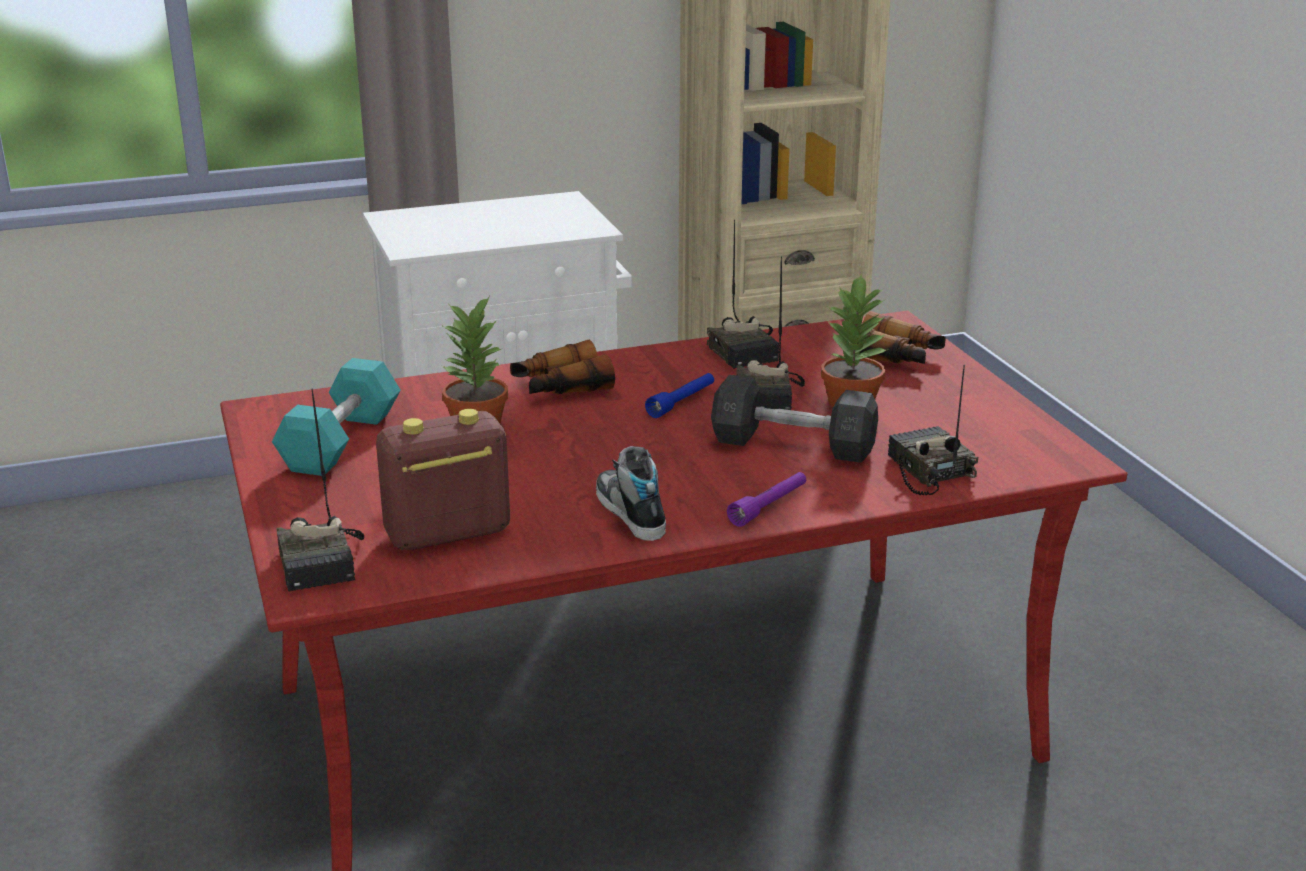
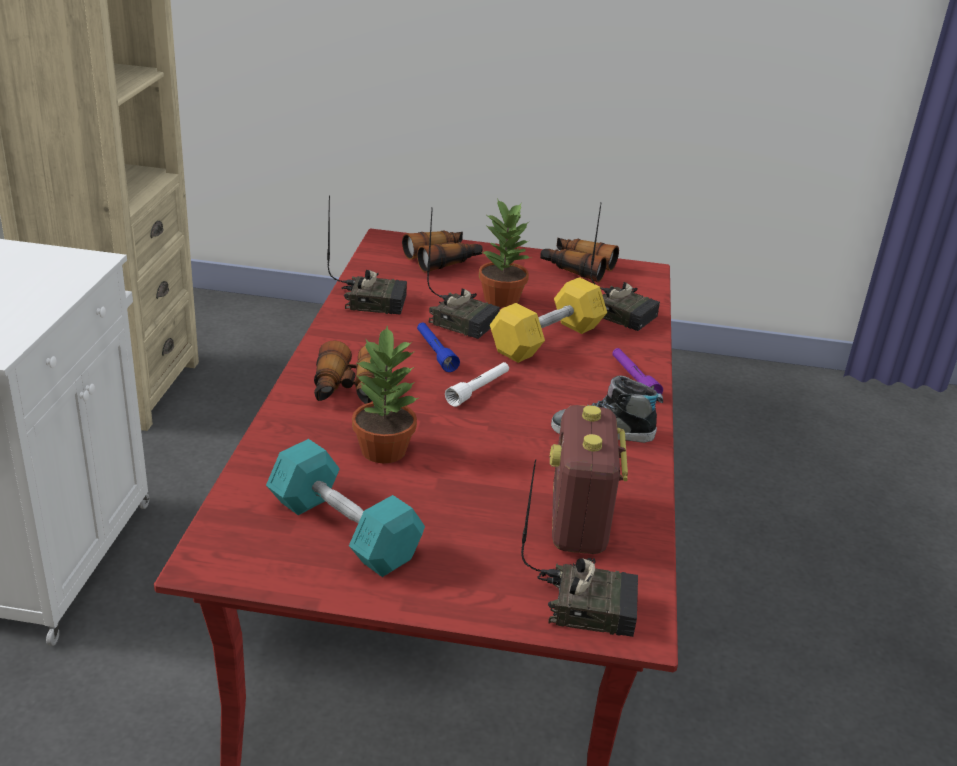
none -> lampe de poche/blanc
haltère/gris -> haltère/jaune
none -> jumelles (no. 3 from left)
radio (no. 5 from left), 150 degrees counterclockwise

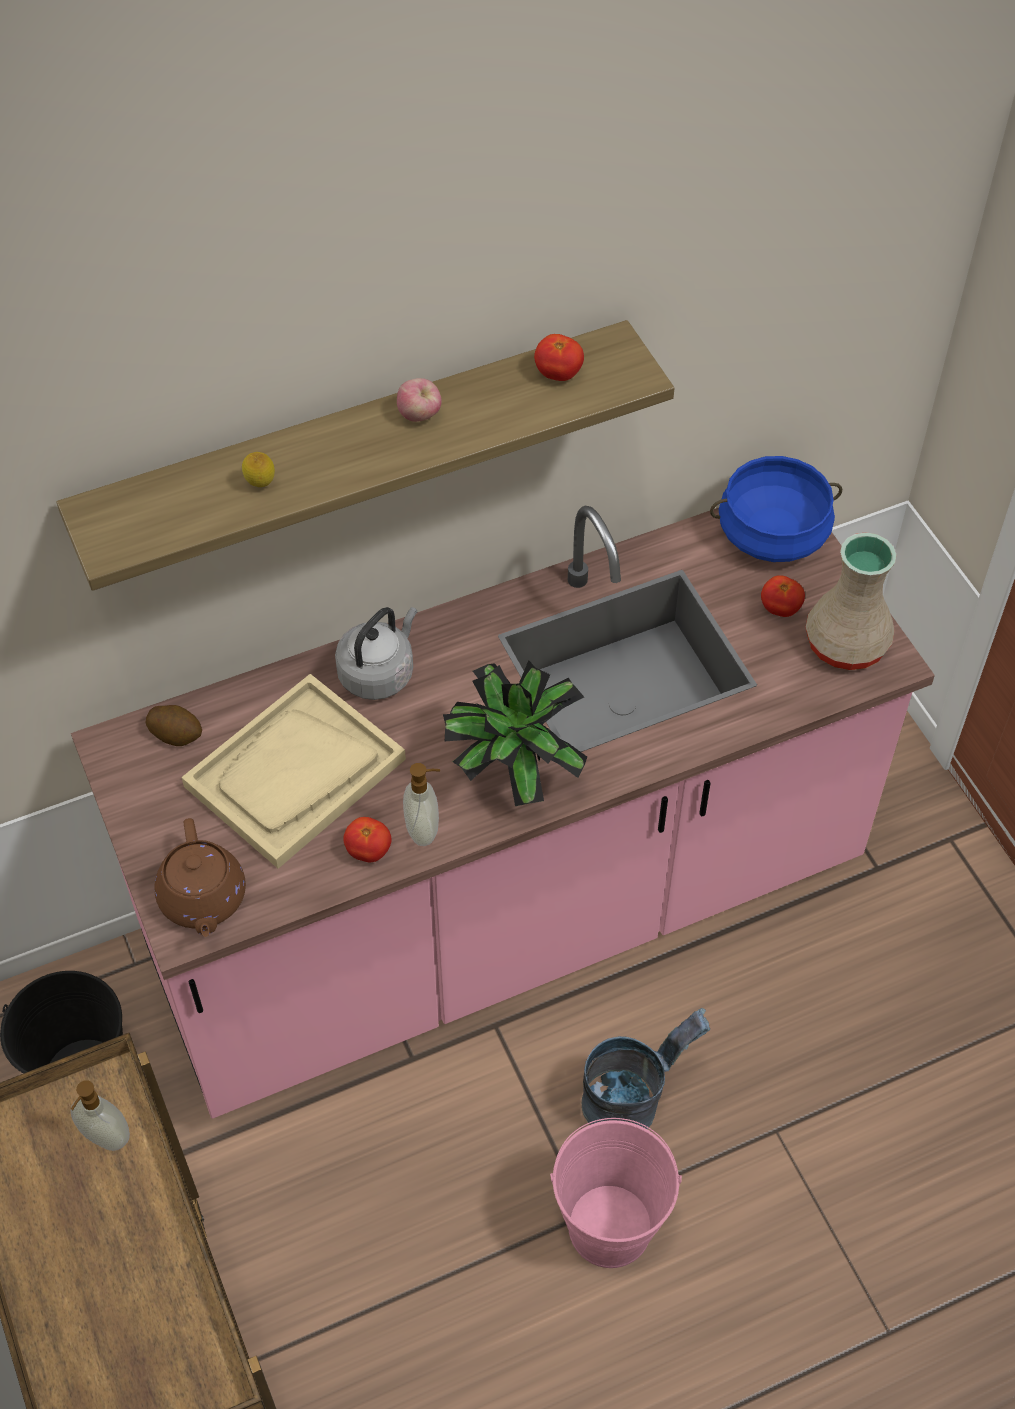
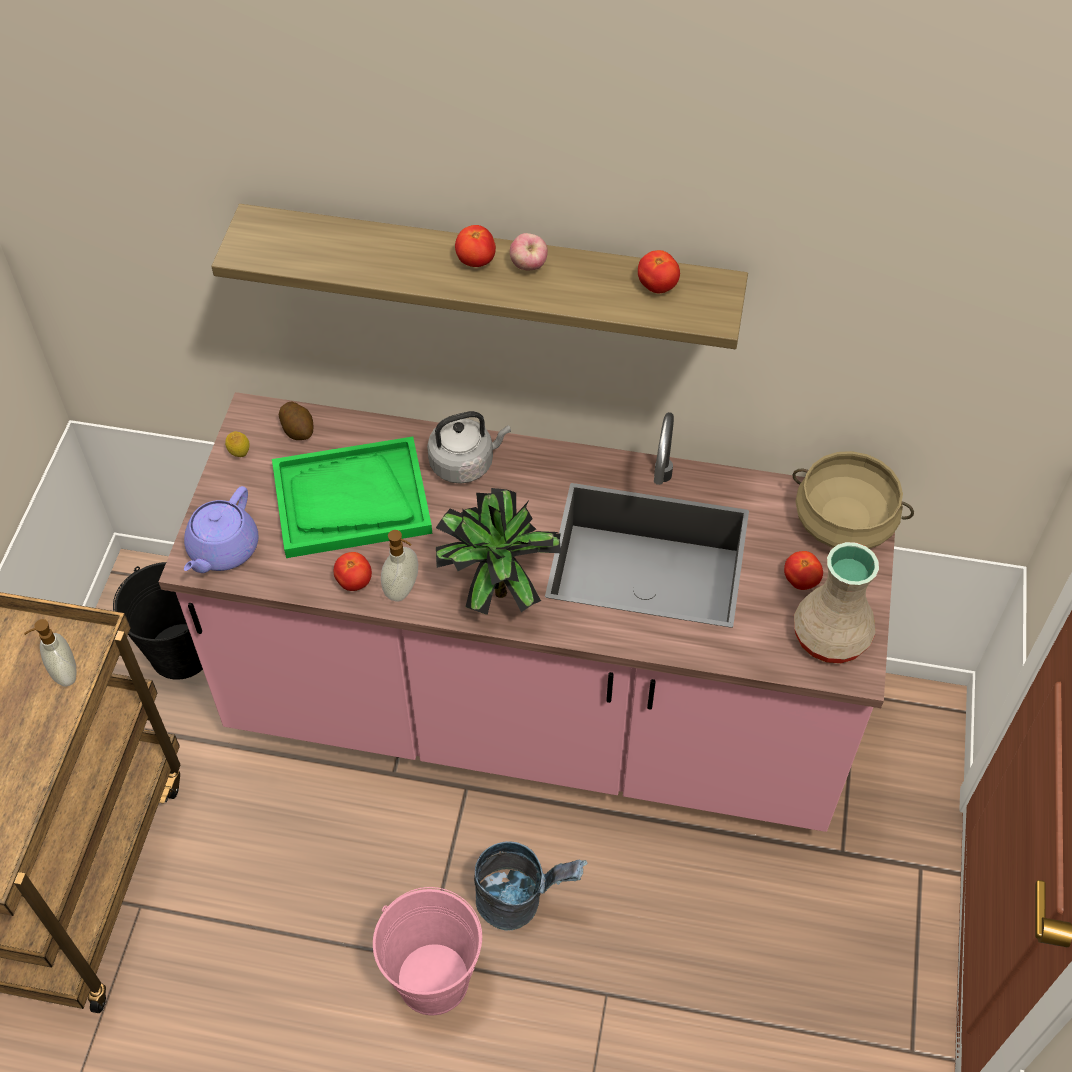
théière/marron -> théière/violet
citron, relocated
plateau/beige -> plateau/vert
none -> tomate (no. 2 from left)
marmite/bleu -> marmite/beige

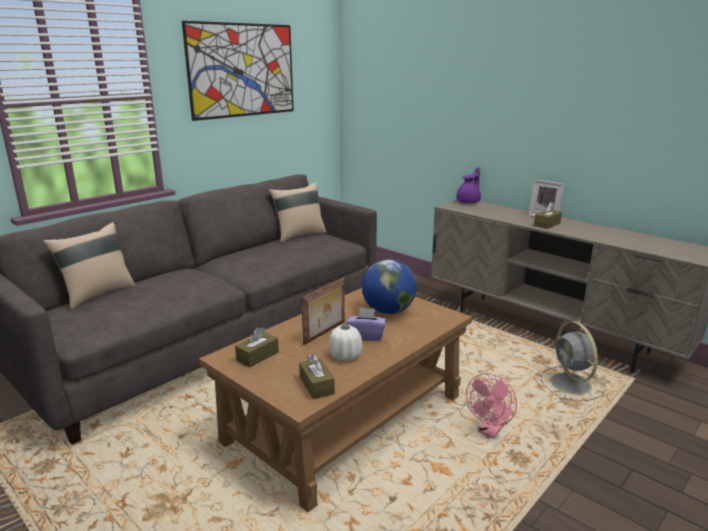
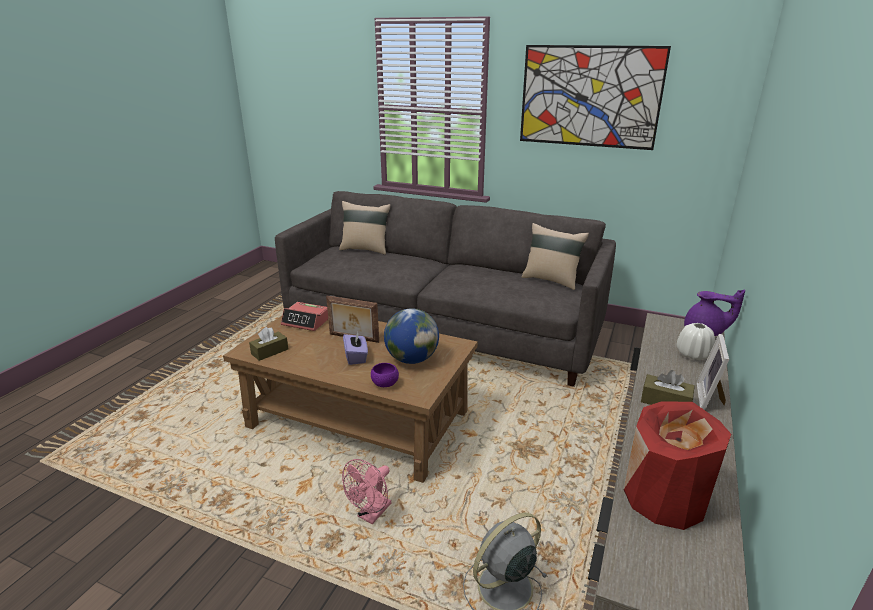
boîte à mouchoirs/marron (no. 1 from left) -> réveil
ventilateur/rose, 75 degrees counterclockwise
none -> bol/violet
none -> vase/rouge
vase/blanc, relocated

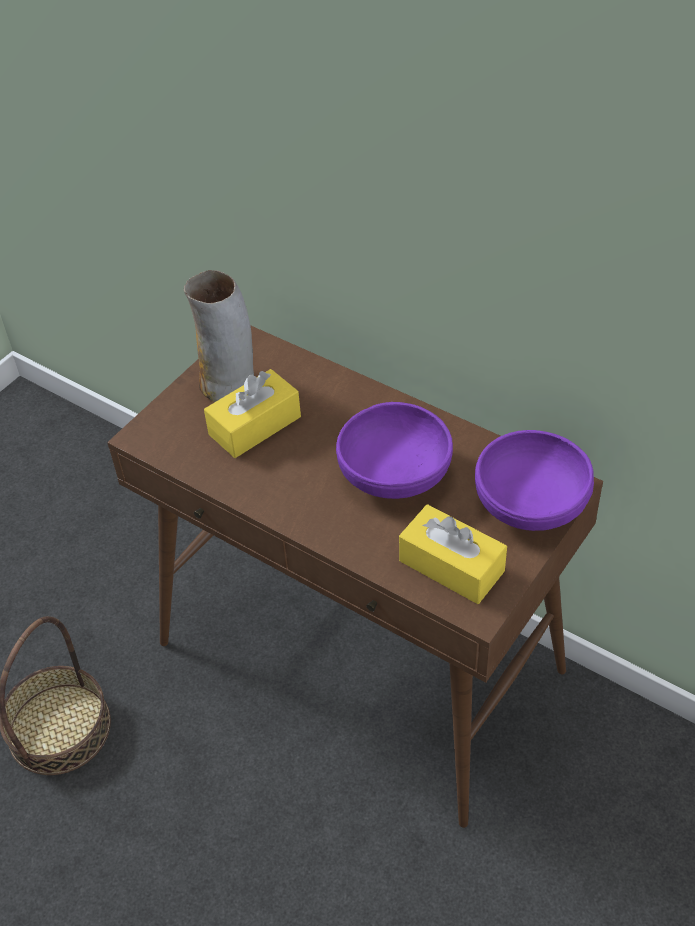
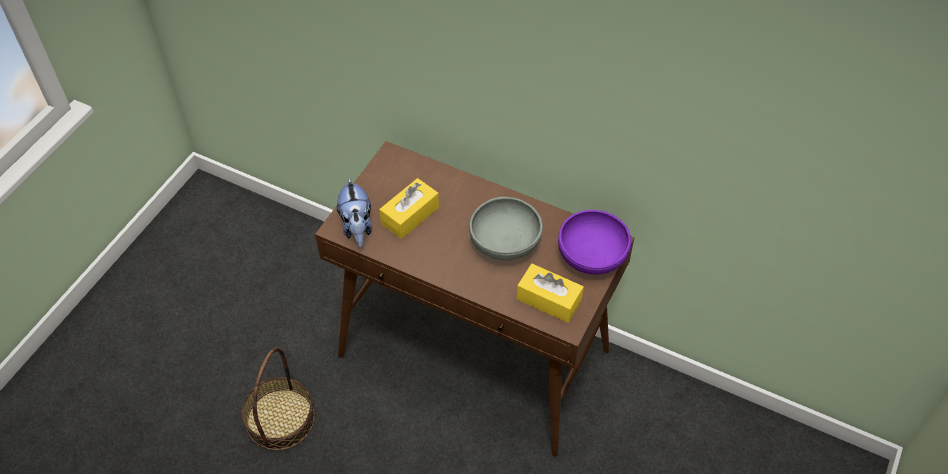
none -> peluche
bol/violet (no. 1 from left) -> bol/gris
vase -> none

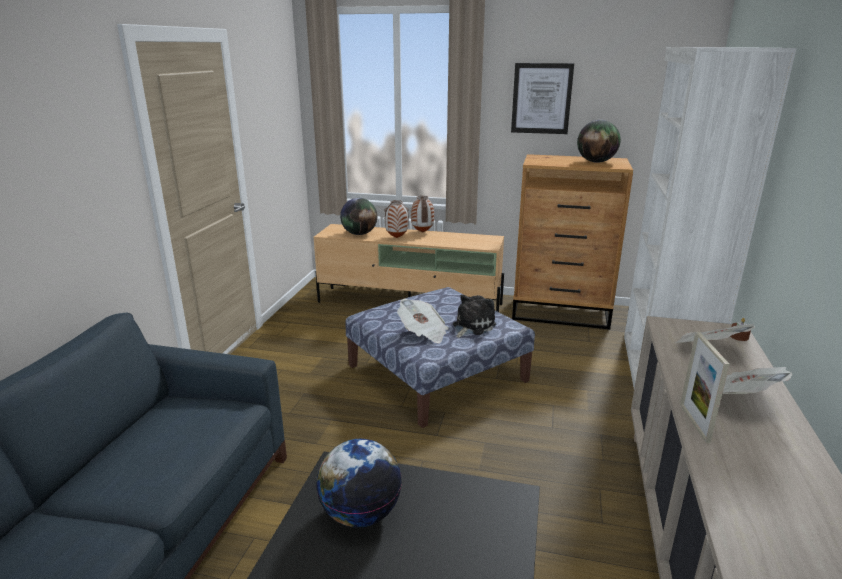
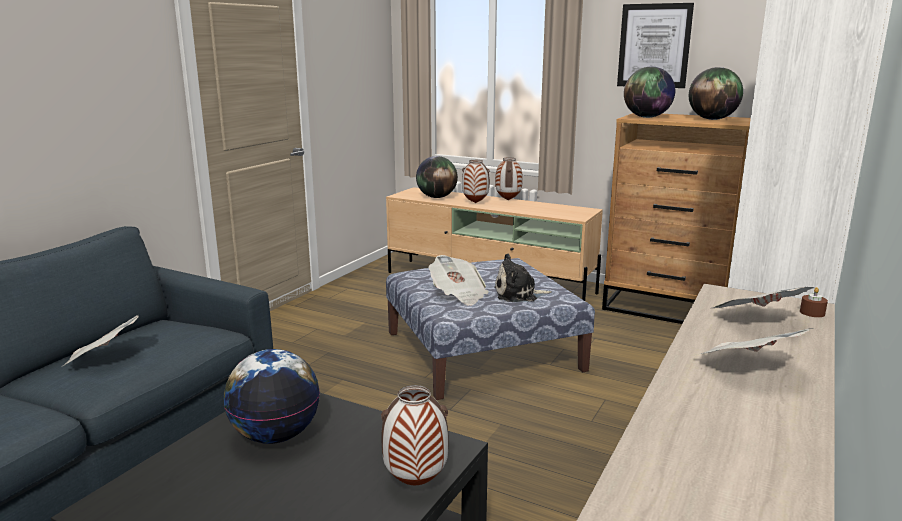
none -> journal (no. 1 from left)
none -> vase (no. 1 from left)
peluche, 150 degrees counterclockwise
none -> globe (no. 3 from left)
cadre photo -> none

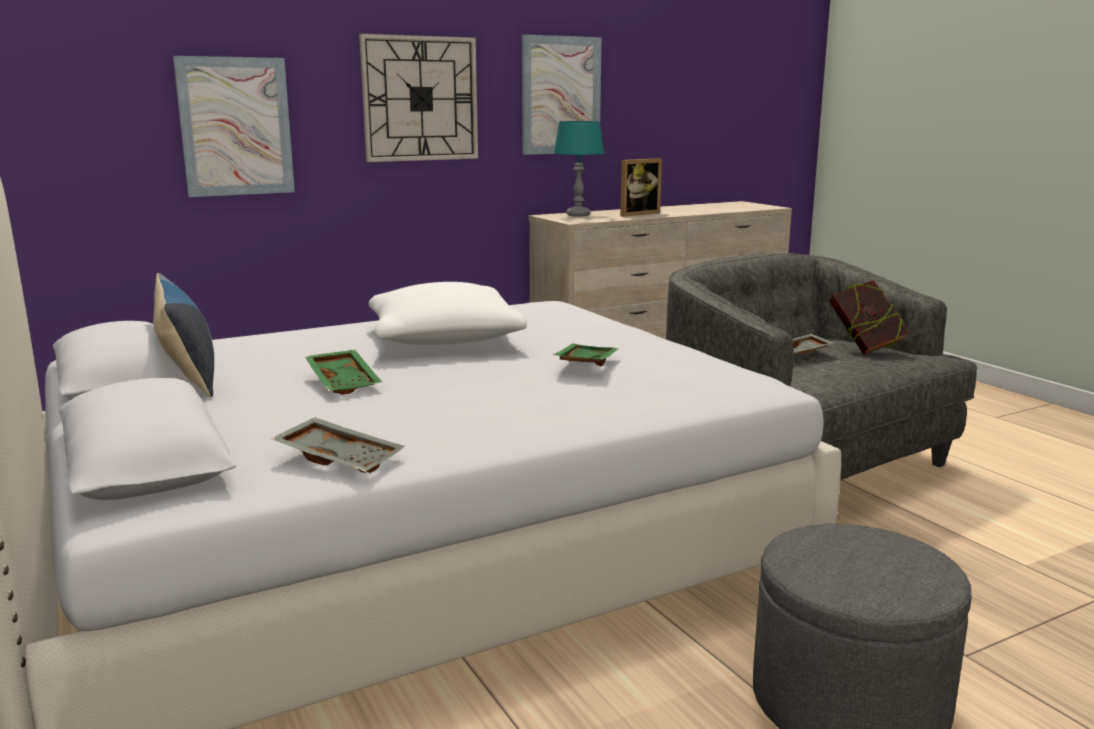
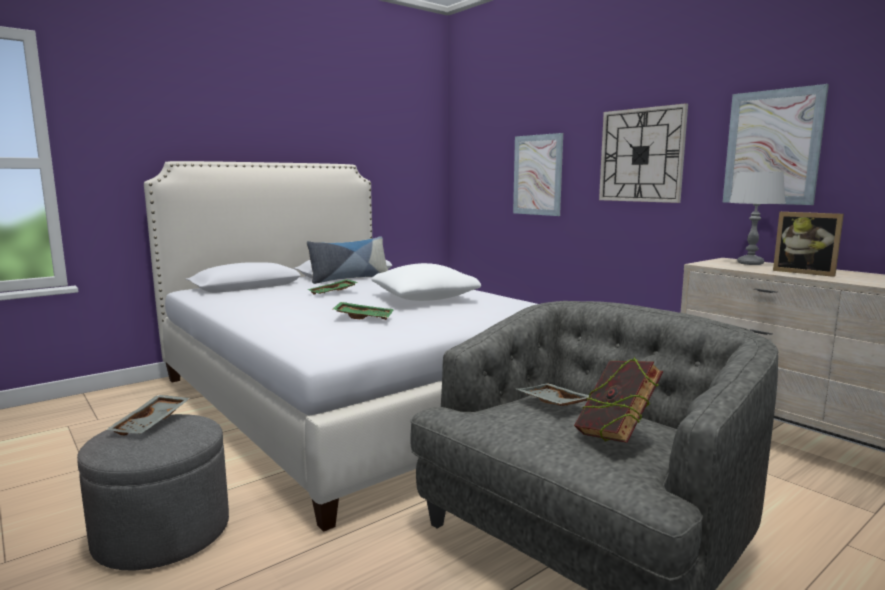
plateau/gris (no. 1 from left), relocated
lampe de table/turquoise -> lampe de table/gris

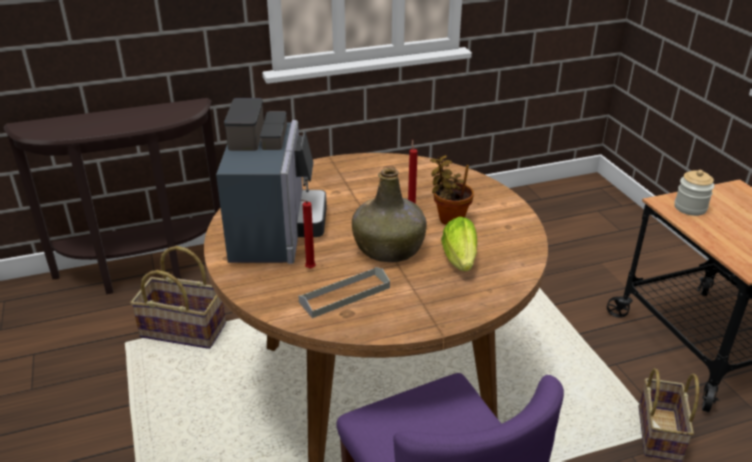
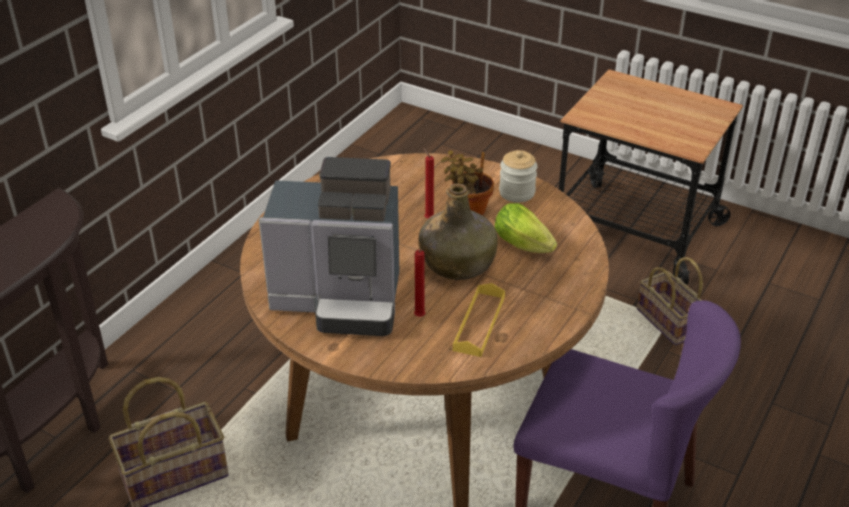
machine à café, 135 degrees clockwise
plateau/gris -> plateau/jaune
bocal, relocated

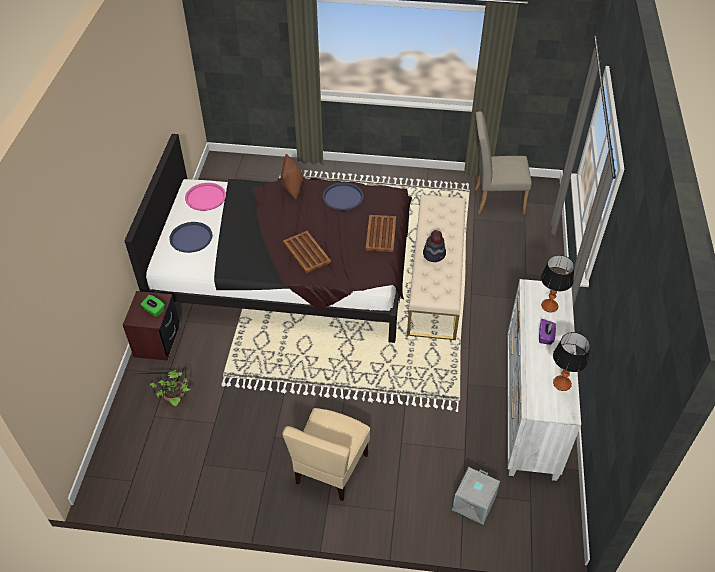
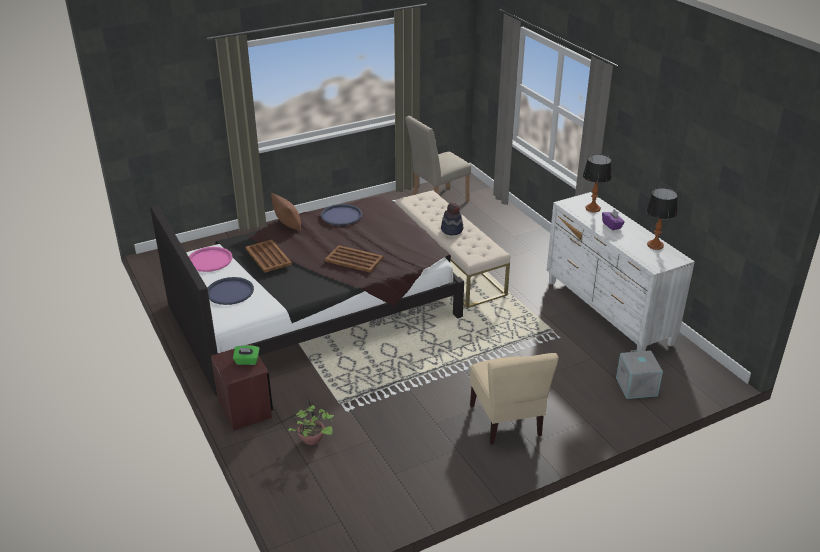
plateau/marron (no. 2 from left in the first image) -> plateau/marron (no. 1 from left), relocated

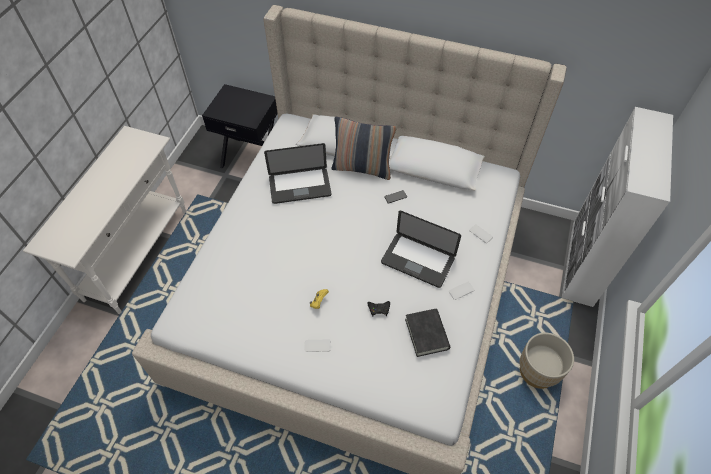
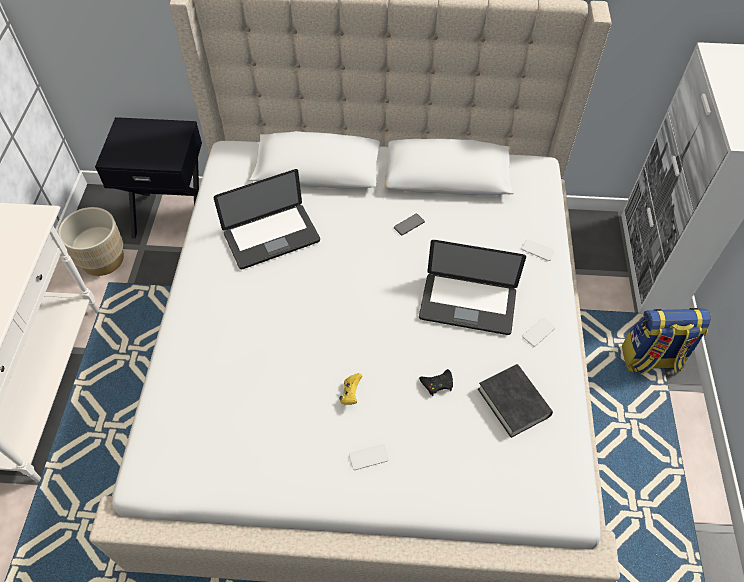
cache-pot/beige, relocated
none -> sac à dos
coussin -> none

